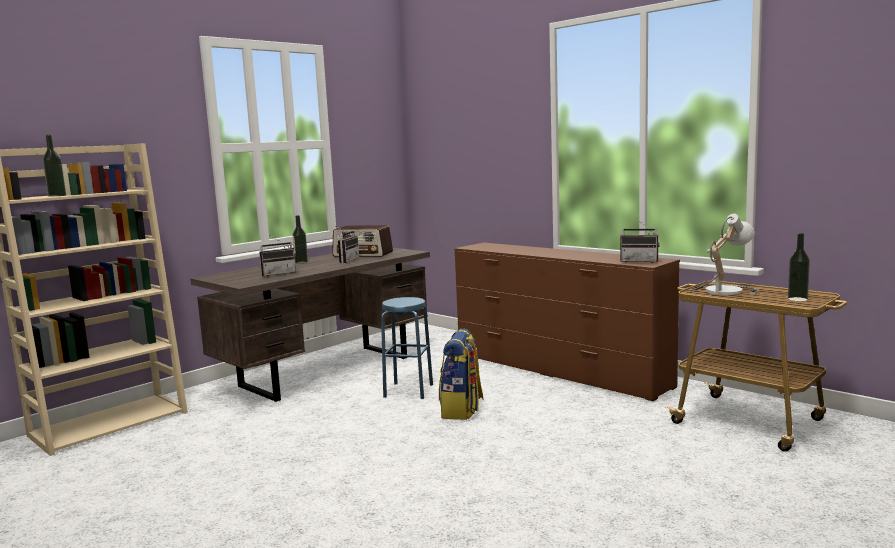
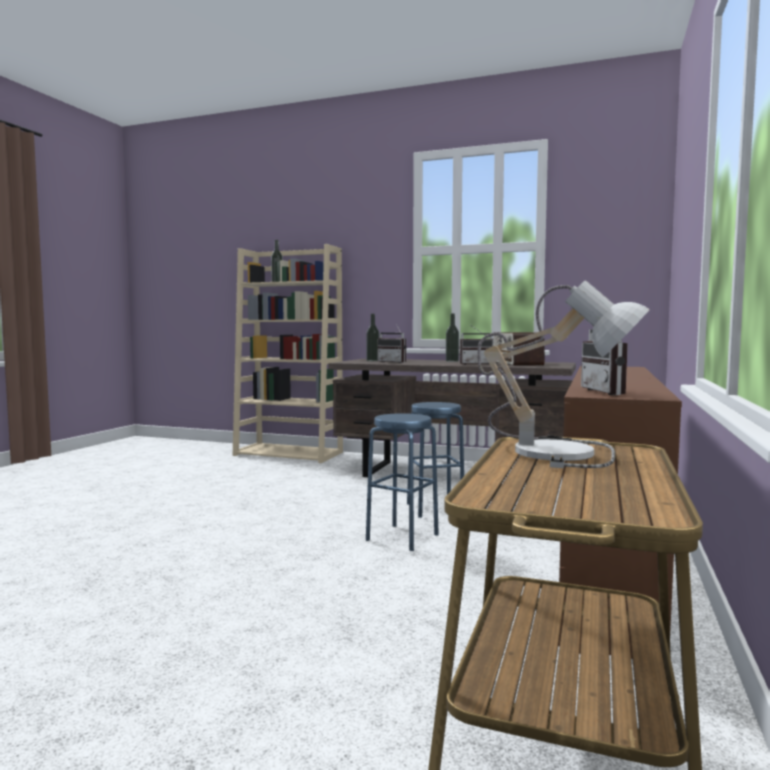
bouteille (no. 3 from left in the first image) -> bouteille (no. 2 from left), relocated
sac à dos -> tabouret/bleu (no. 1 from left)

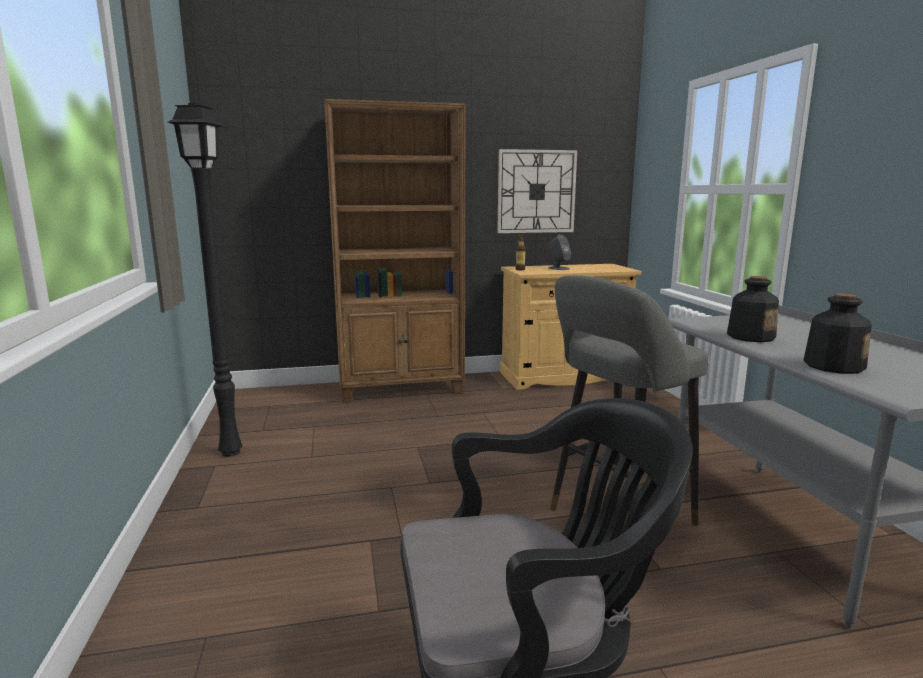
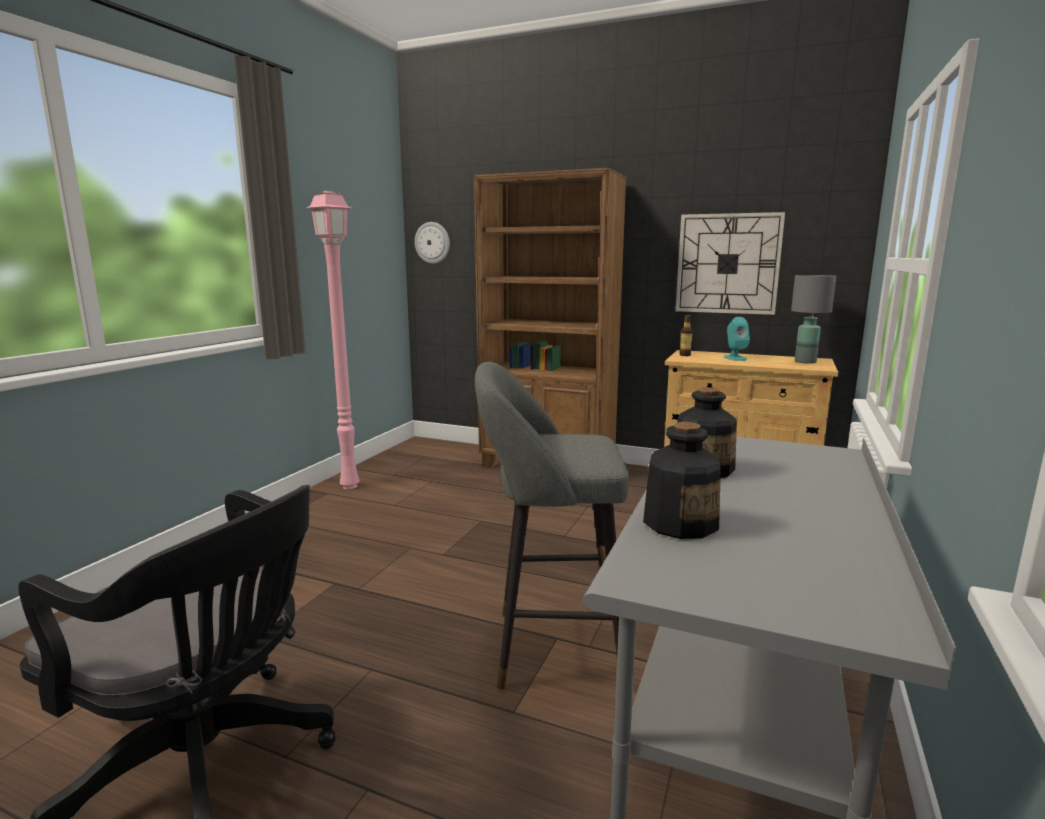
lampadaire/noir -> lampadaire/rose
none -> horloge murale (no. 1 from left)
enceinte/gris -> enceinte/turquoise
none -> lampe de table/gris

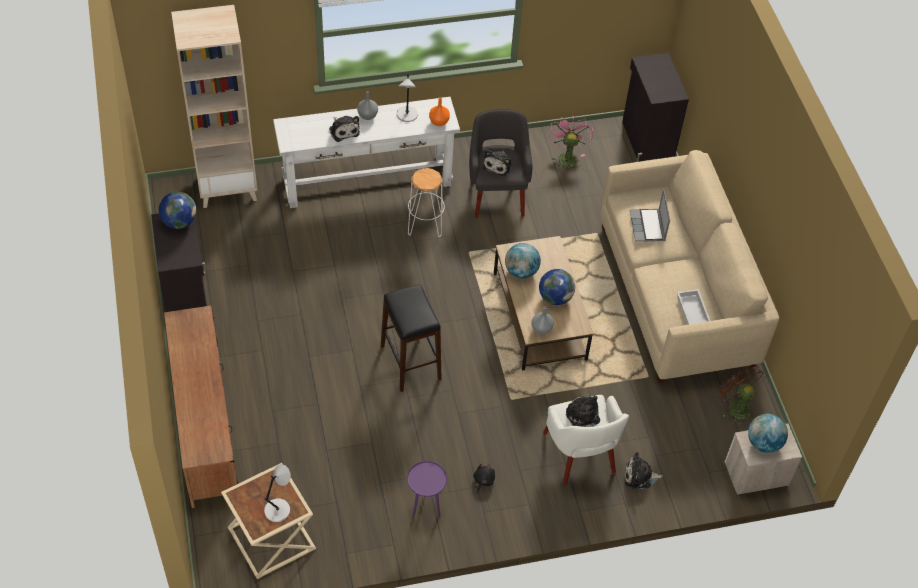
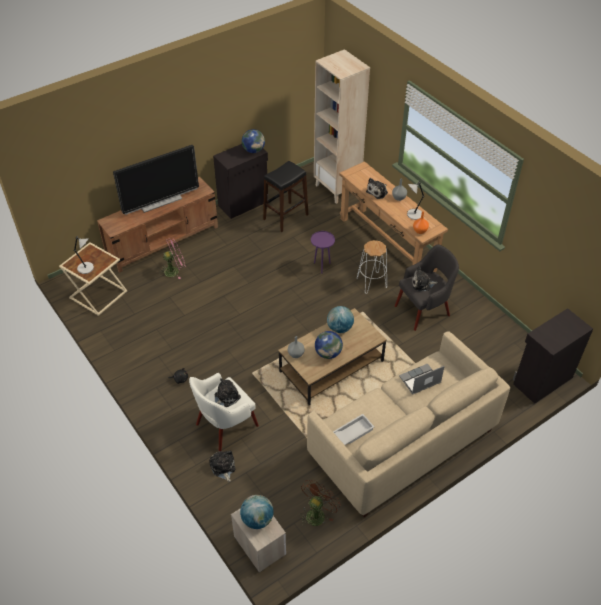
none -> téléviseur
ventilateur/rose, relocated
tabouret/noir, relocated
table d'appoint/violet, relocated
table console/blanc -> table console/marron

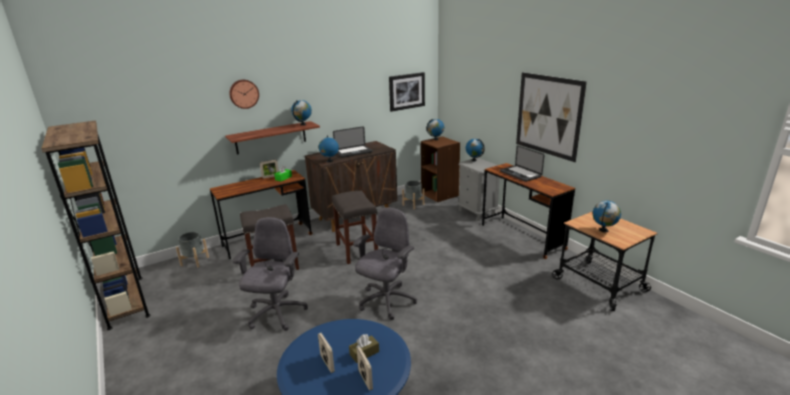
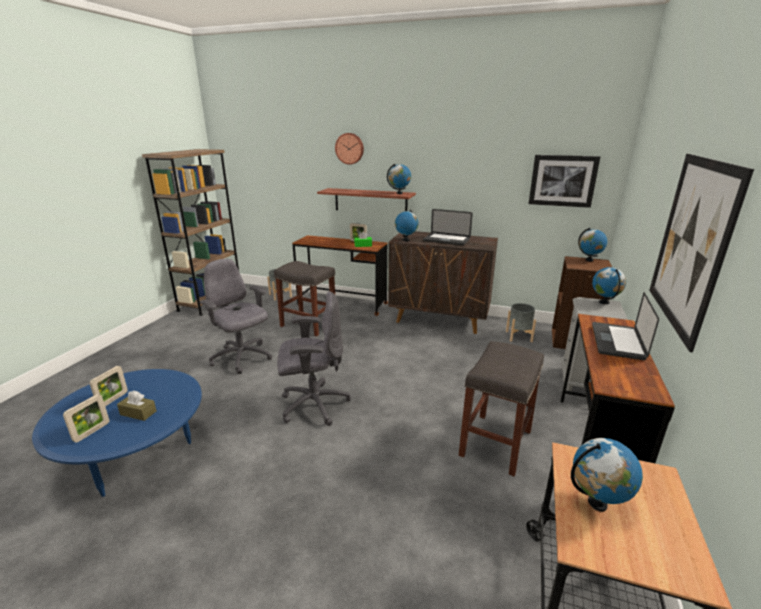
chaise de bureau/gris (no. 1 from left), 105 degrees counterclockwise
tabouret/gris (no. 2 from left), relocated

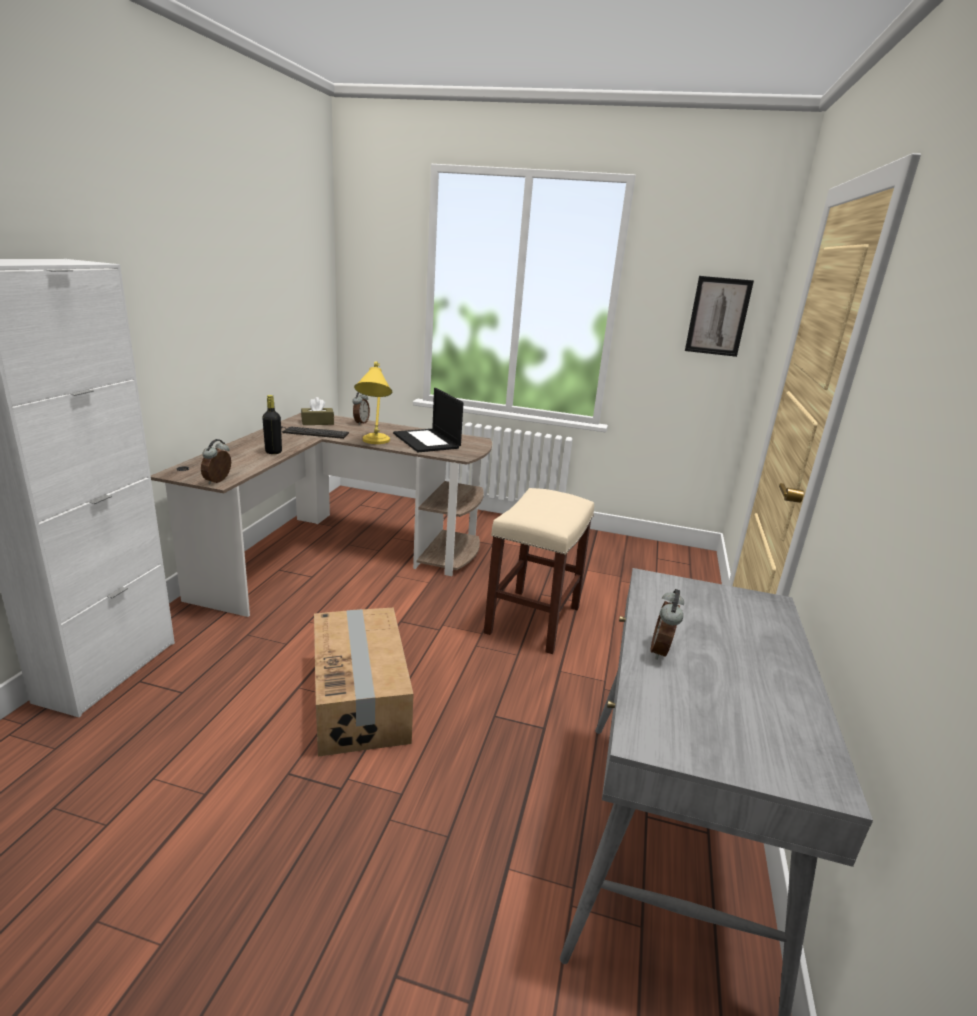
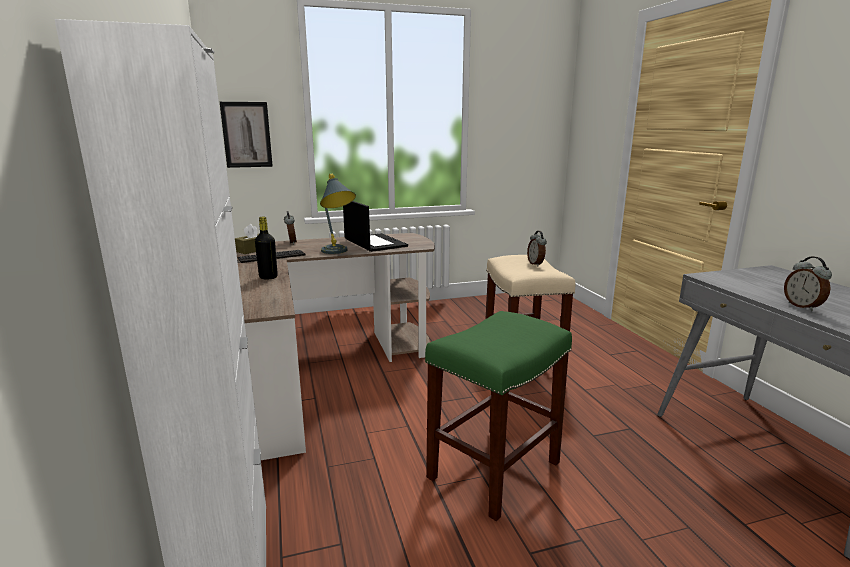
tableau, relocated
lampe de table/jaune -> lampe de table/gris
ordinateur portable, 150 degrees counterclockwise
carton -> tabouret/vert
réveil (no. 1 from left in the first image) -> réveil (no. 2 from left), relocated

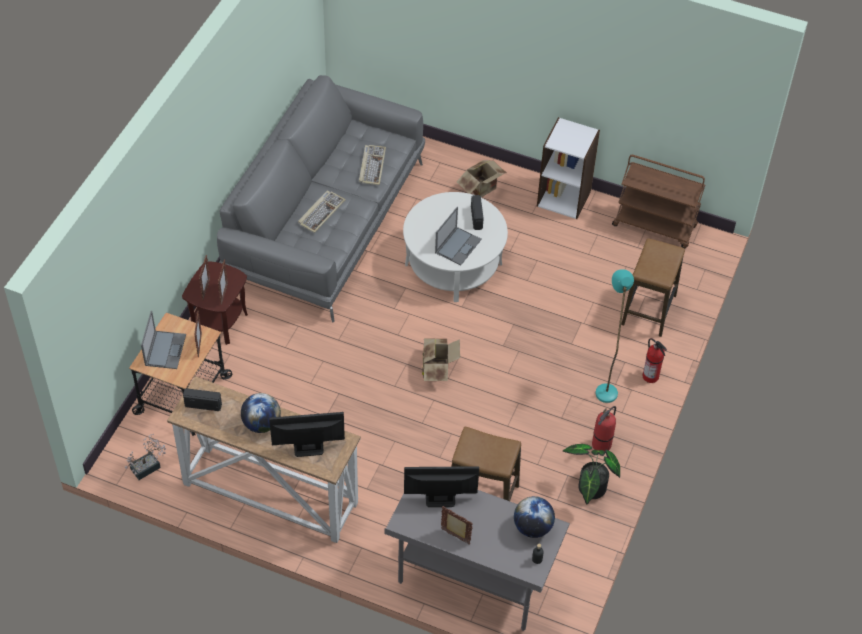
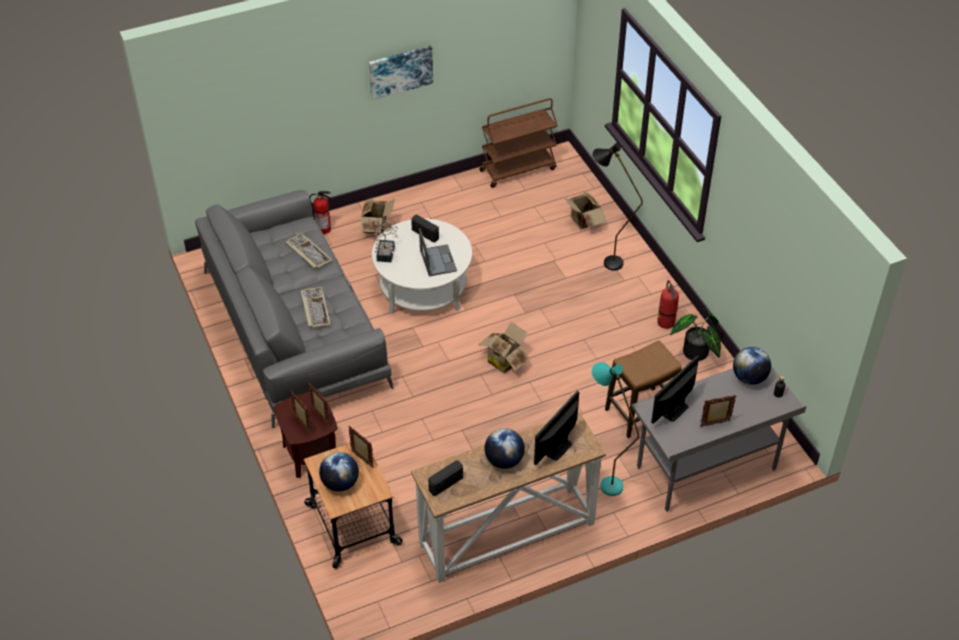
extincteur (no. 2 from left in the first image) -> extincteur (no. 1 from left), relocated
ordinateur portable (no. 1 from left) -> globe (no. 1 from left)
none -> tableau
plante en pot (no. 1 from left), relocated
tabouret (no. 2 from left) -> carton (no. 3 from left)
none -> lampadaire/noir
lampadaire/turquoise, relocated
bibliothèque/blanc -> none

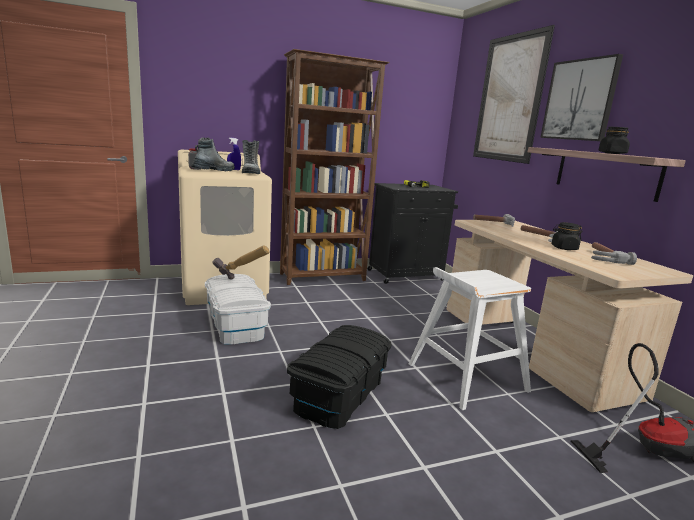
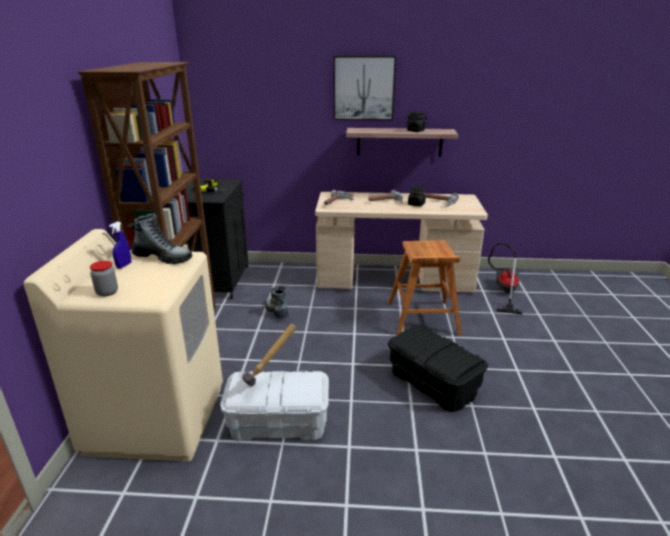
botte (no. 1 from left in the first image) -> botte (no. 2 from left), relocated
tabouret/blanc -> tabouret/marron
tableau (no. 1 from left) -> none

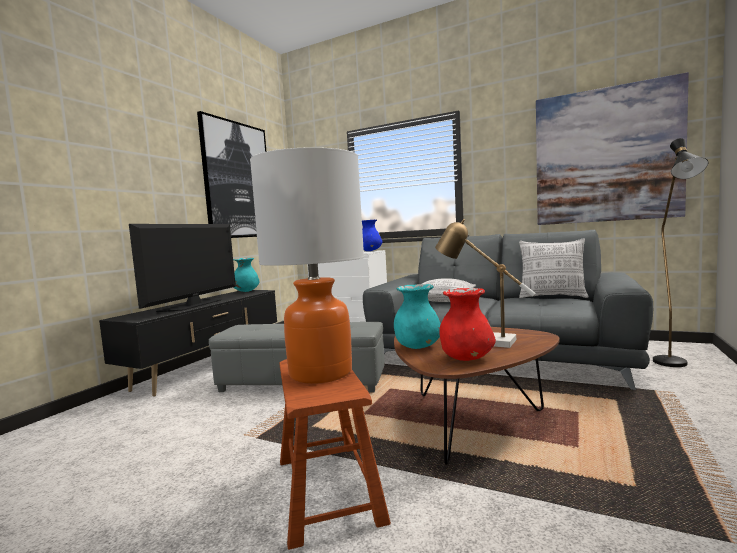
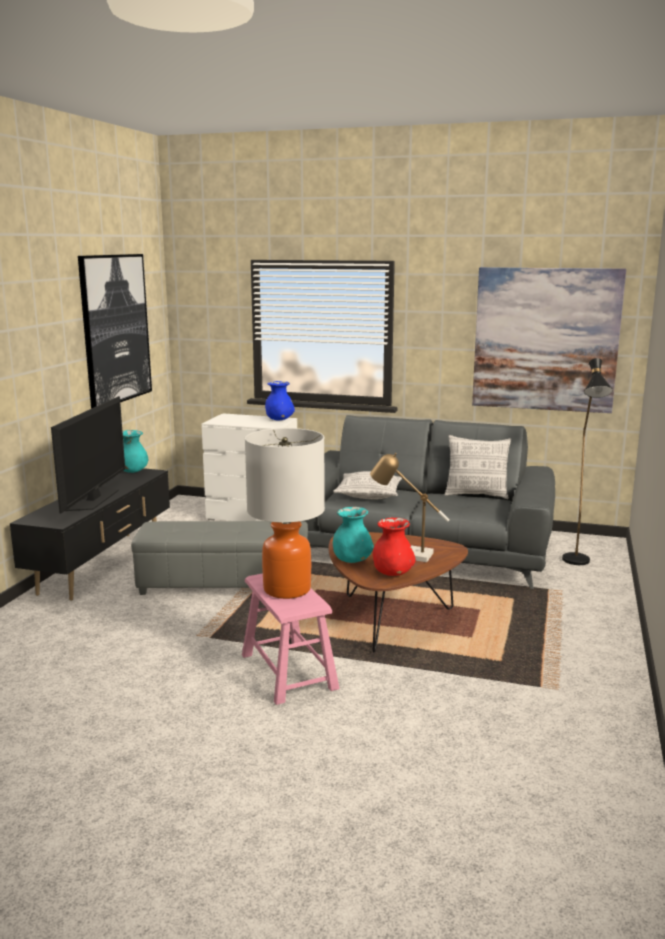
tabouret/marron -> tabouret/rose

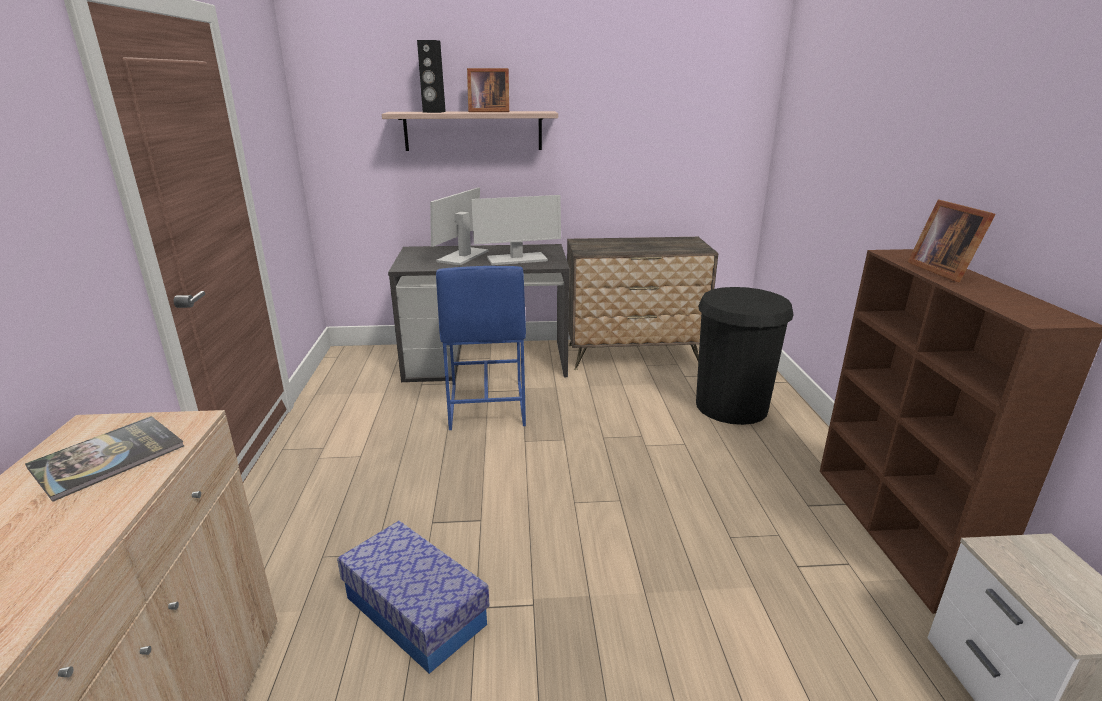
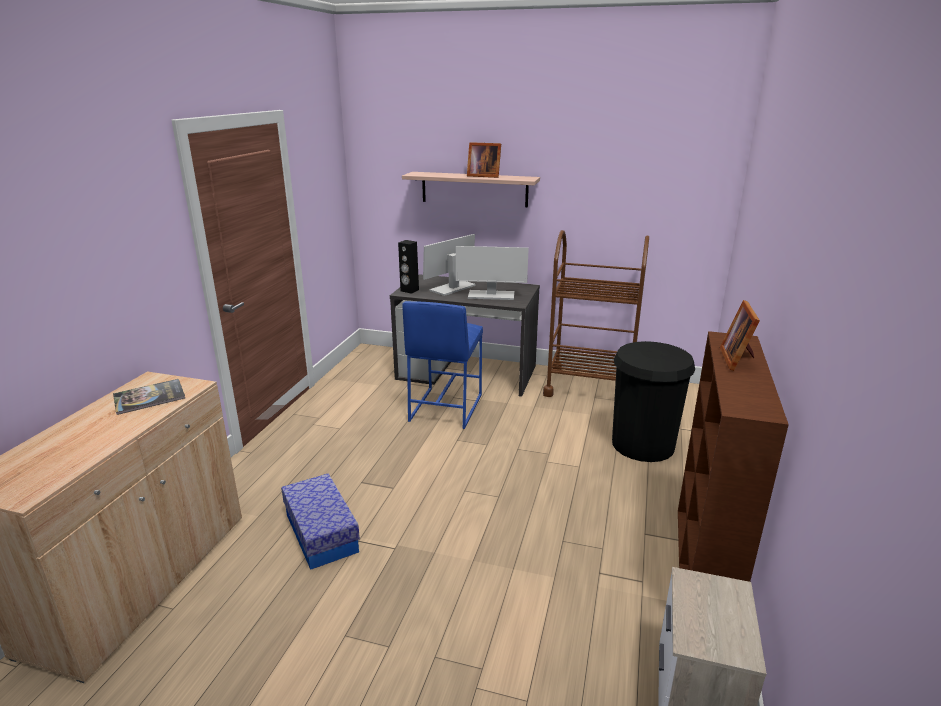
enceinte/noir, relocated
commode -> chariot/marron

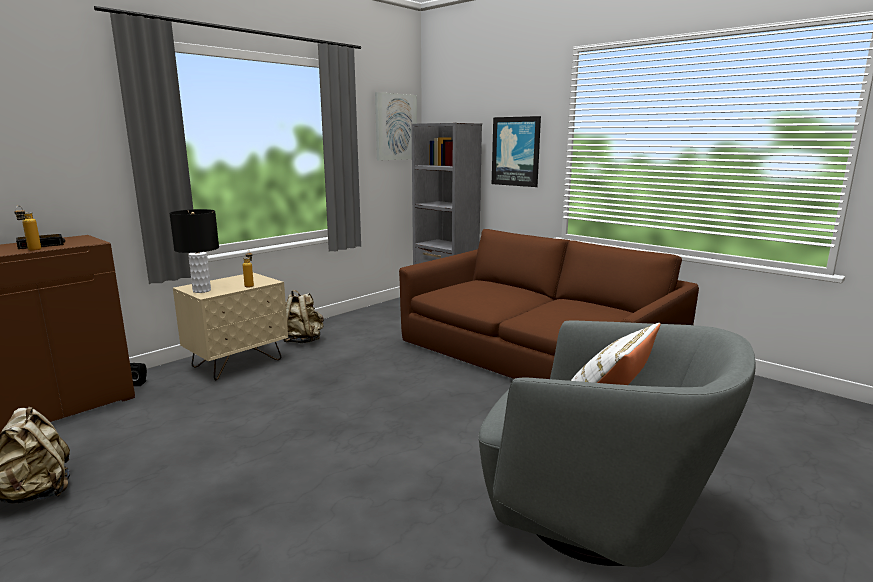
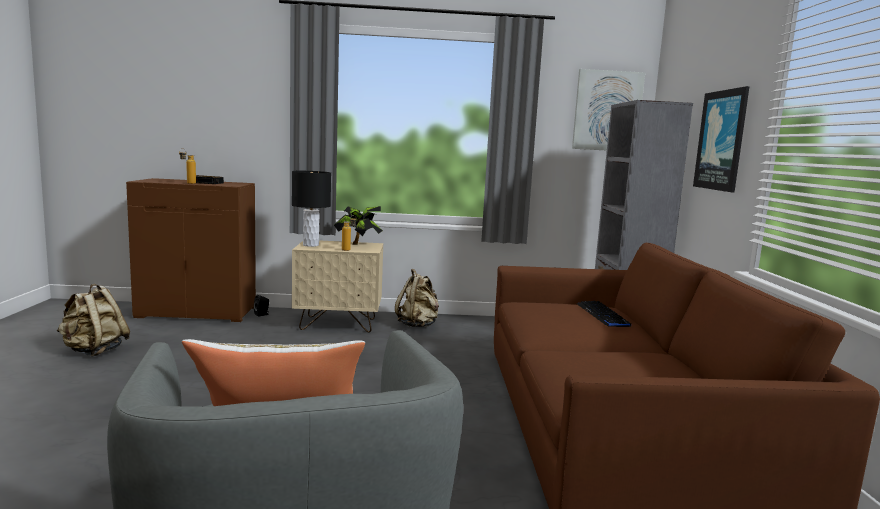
none -> plante en pot
none -> clavier

